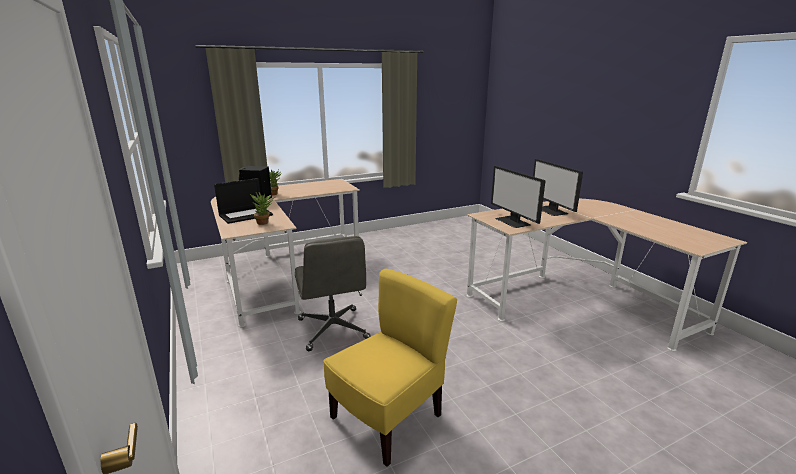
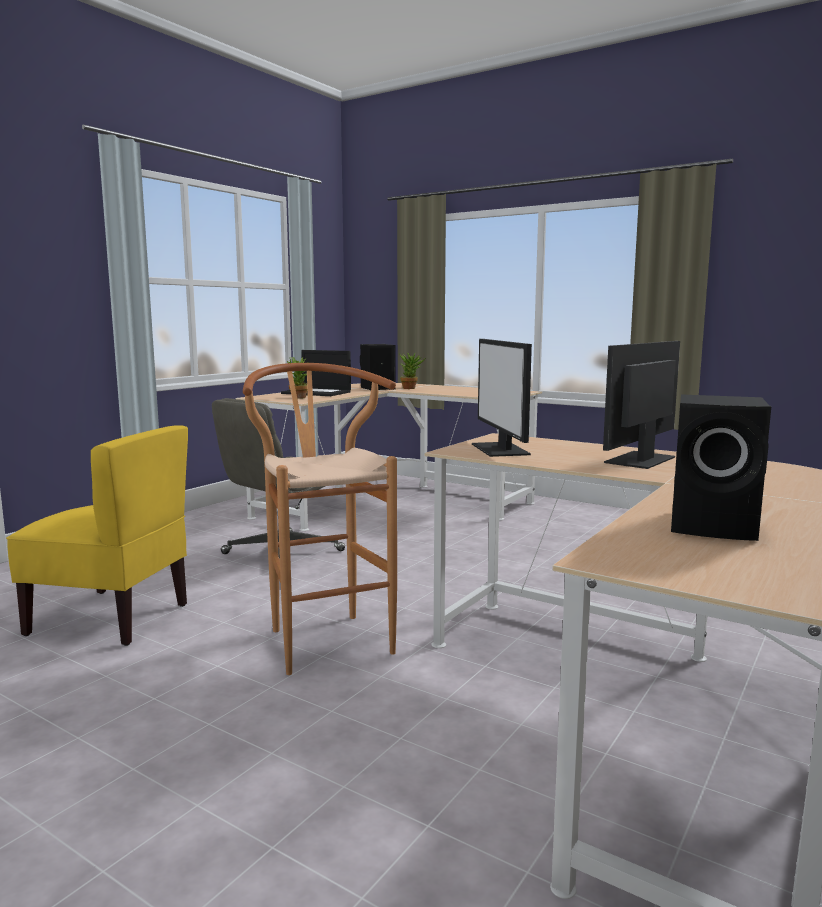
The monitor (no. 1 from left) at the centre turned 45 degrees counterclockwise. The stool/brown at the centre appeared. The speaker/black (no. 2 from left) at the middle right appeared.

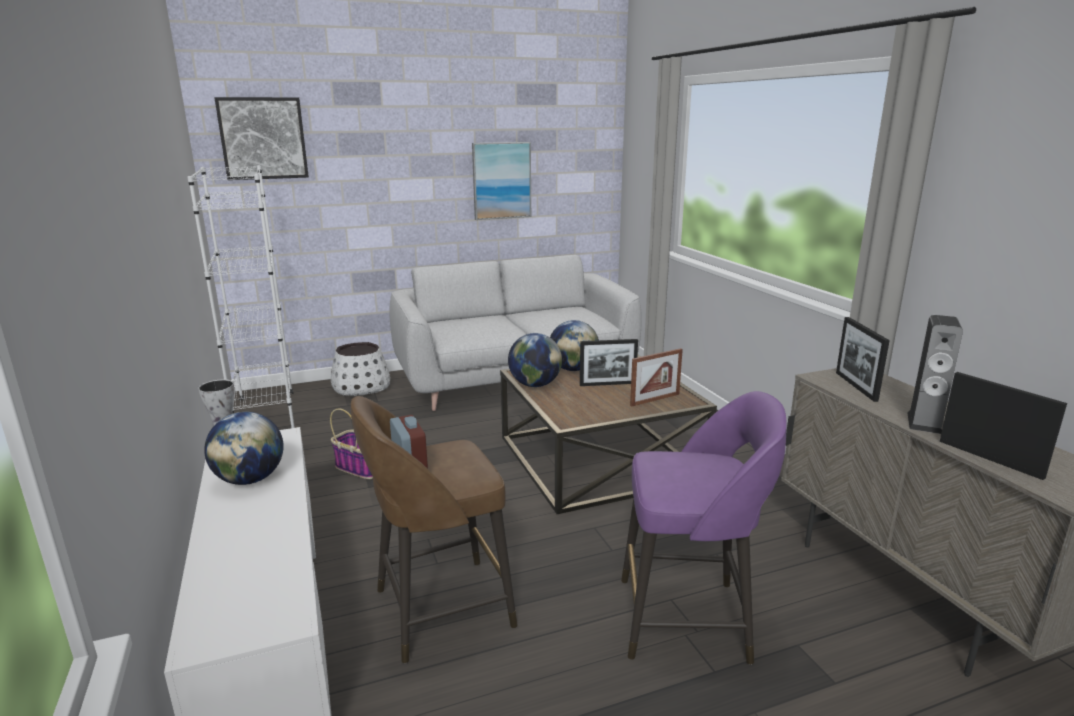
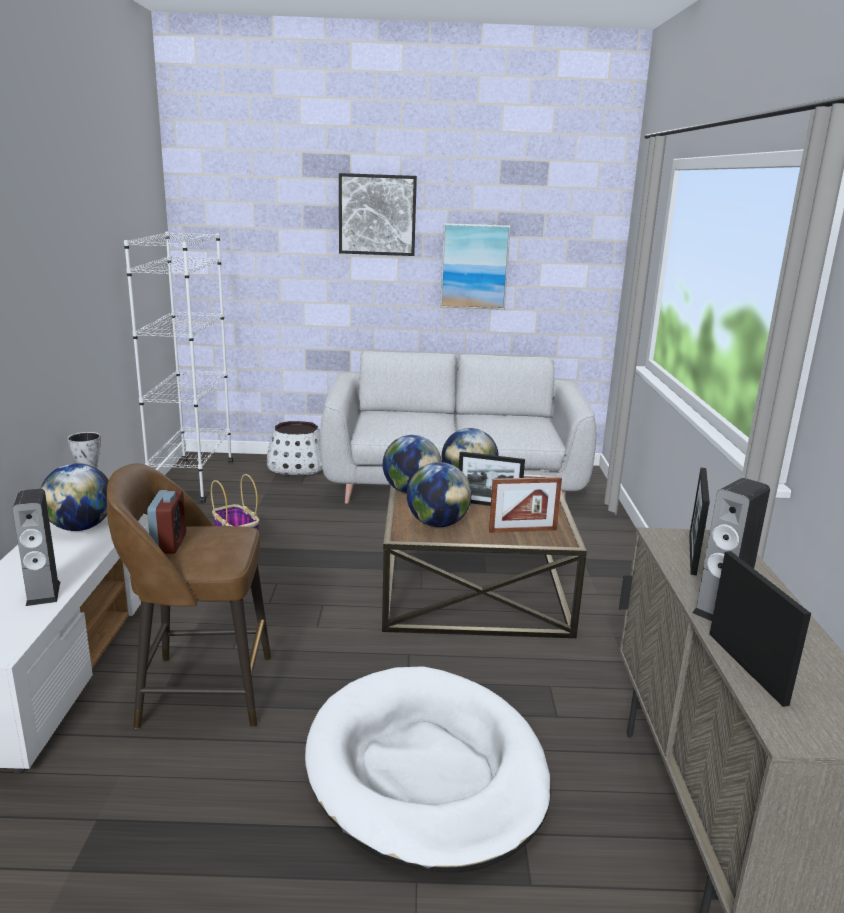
The picture (no. 1 from left) moved from the top left to the top centre. The stool/purple at the bottom centre was replaced by the dog bed/white at the bottom centre. The globe (no. 3 from left) at the centre appeared. The speaker (no. 1 from left) at the middle left appeared.

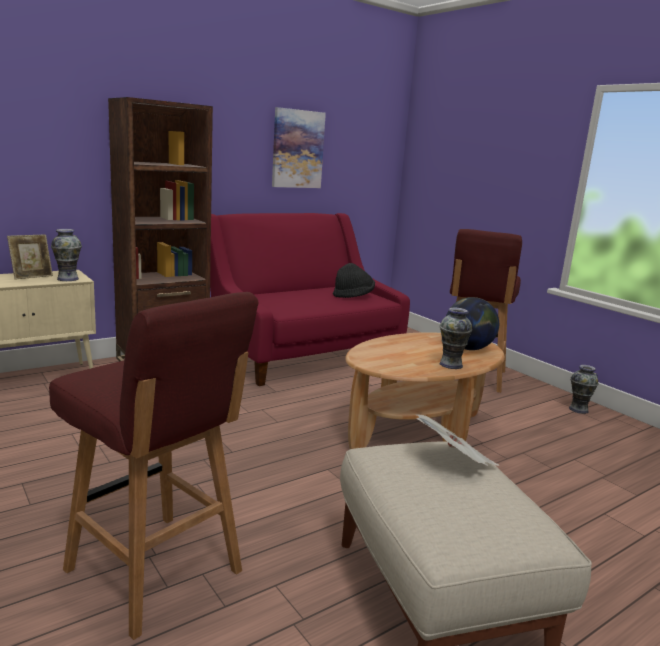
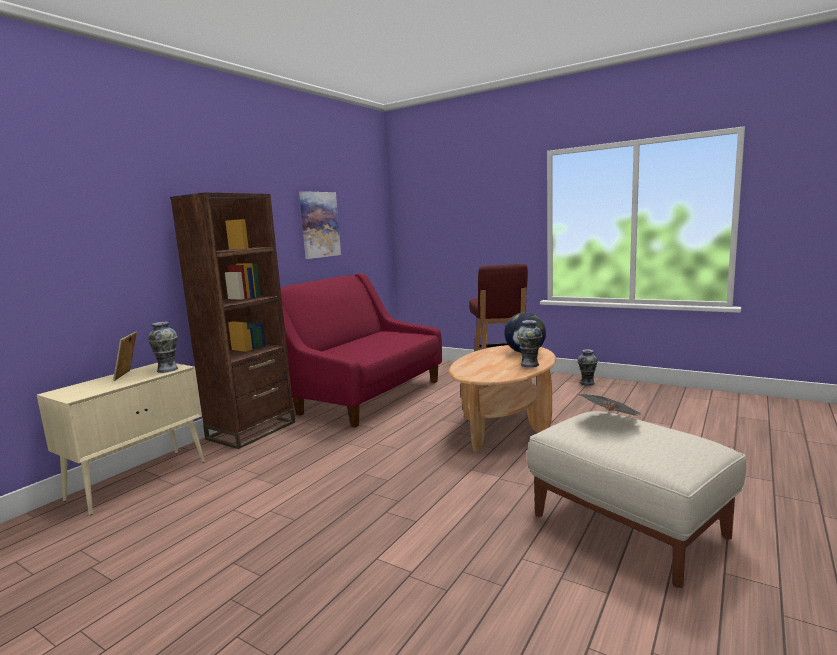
The picture frame at the middle left turned 150 degrees clockwise. The hat/black at the centre disappeared. The stool/red (no. 1 from left) at the bottom left disappeared.

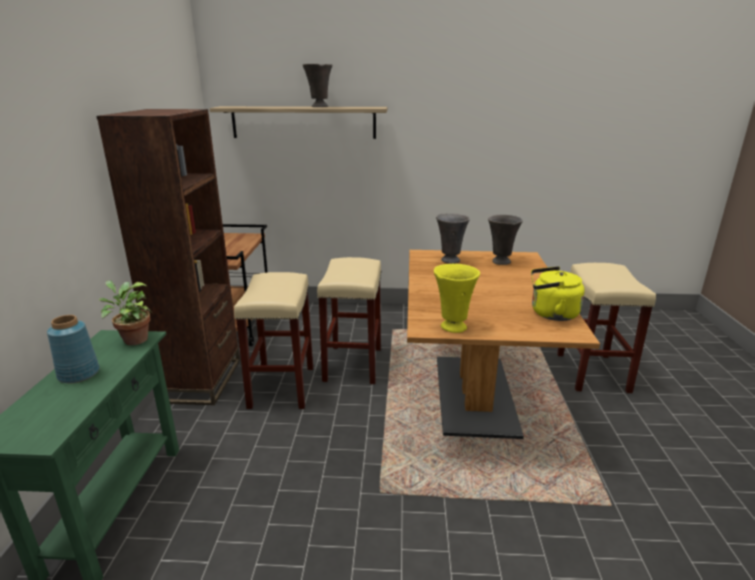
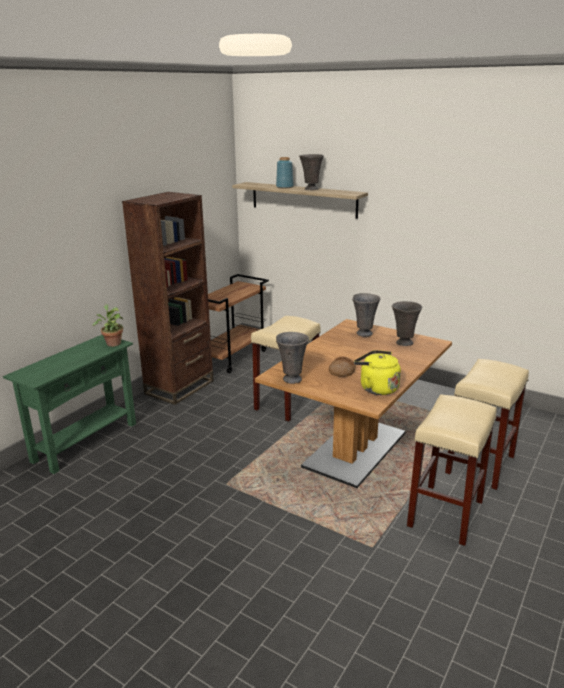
The vase/yellow at the centre became the vase/grey (no. 1 from left) at the centre. The stool/beige (no. 1 from left in the first image) moved from the centre to the bottom right. The vase/blue moved from the middle left to the top centre. The bread at the centre appeared.

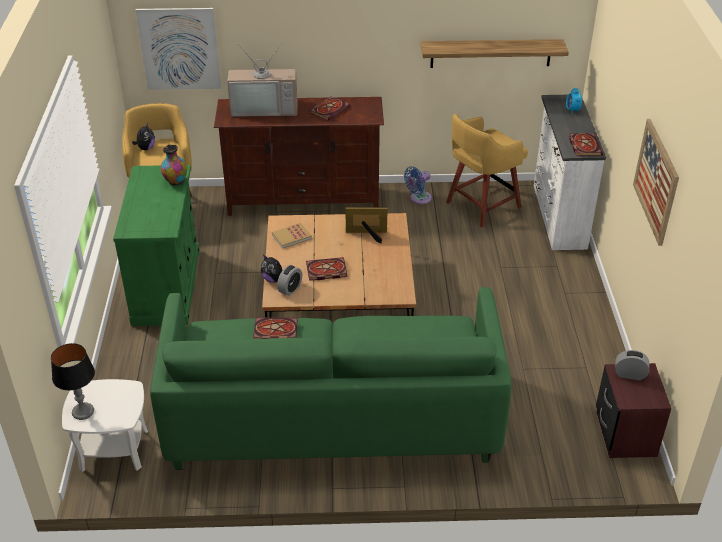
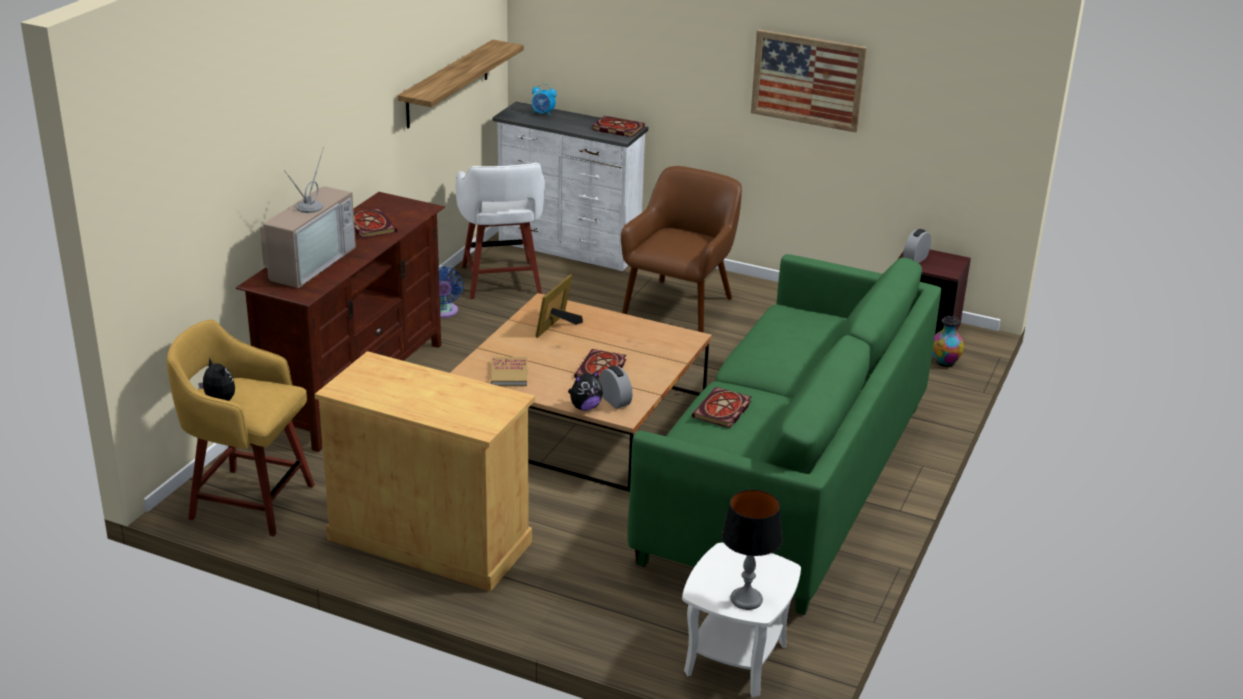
The picture (no. 1 from left) at the top left disappeared. The stool/yellow (no. 2 from left) at the top right became the stool/white at the top centre. The vase moved from the top left to the middle right. The cabinet/green at the middle left became the cabinet/beige at the bottom centre. The armchair/brown at the centre appeared.

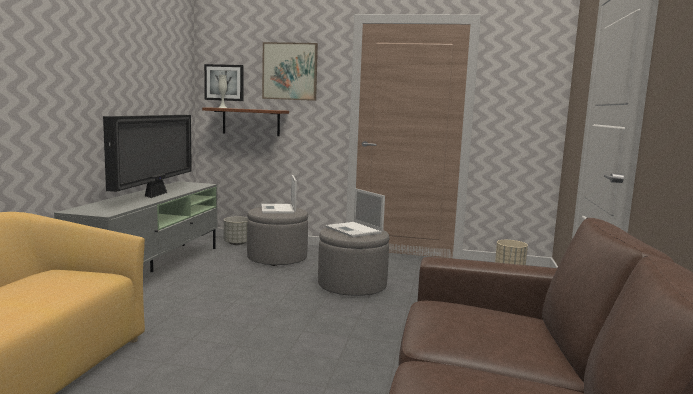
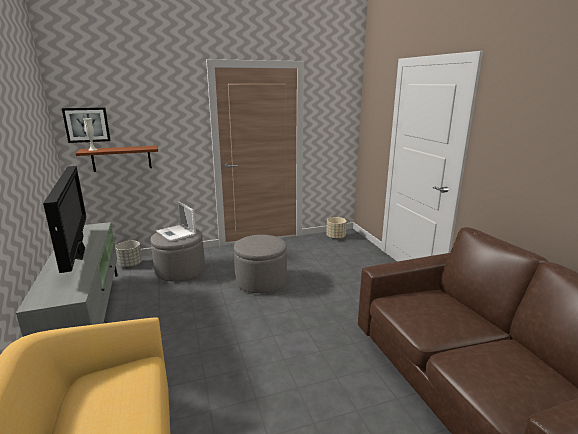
The picture (no. 2 from left) at the top centre disappeared. The laptop (no. 2 from left) at the centre disappeared.

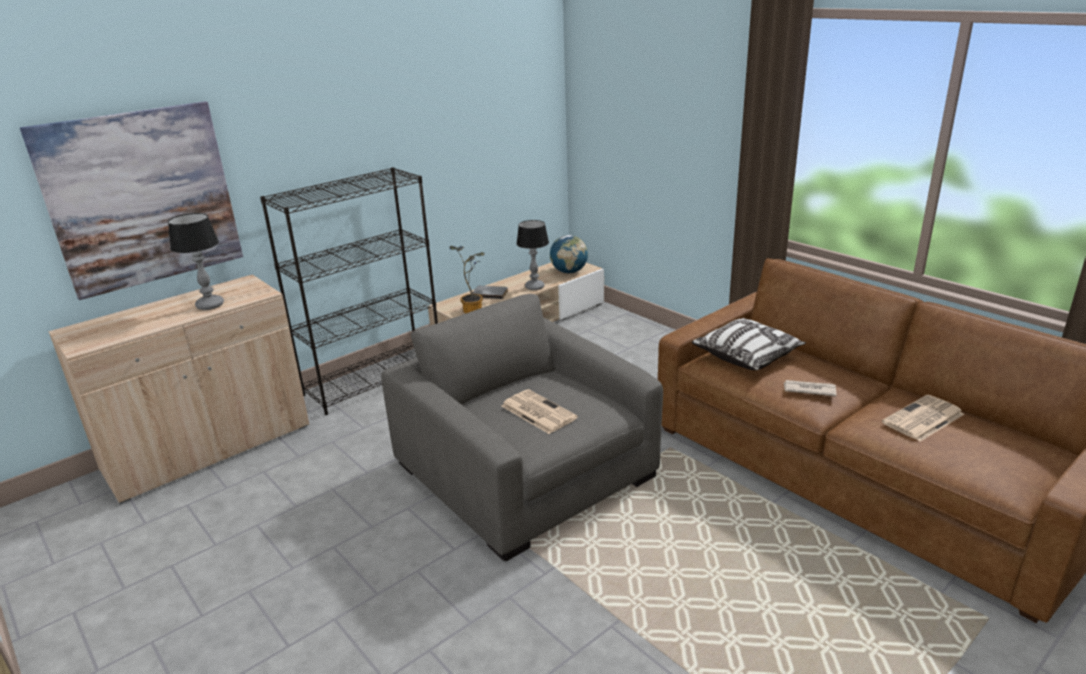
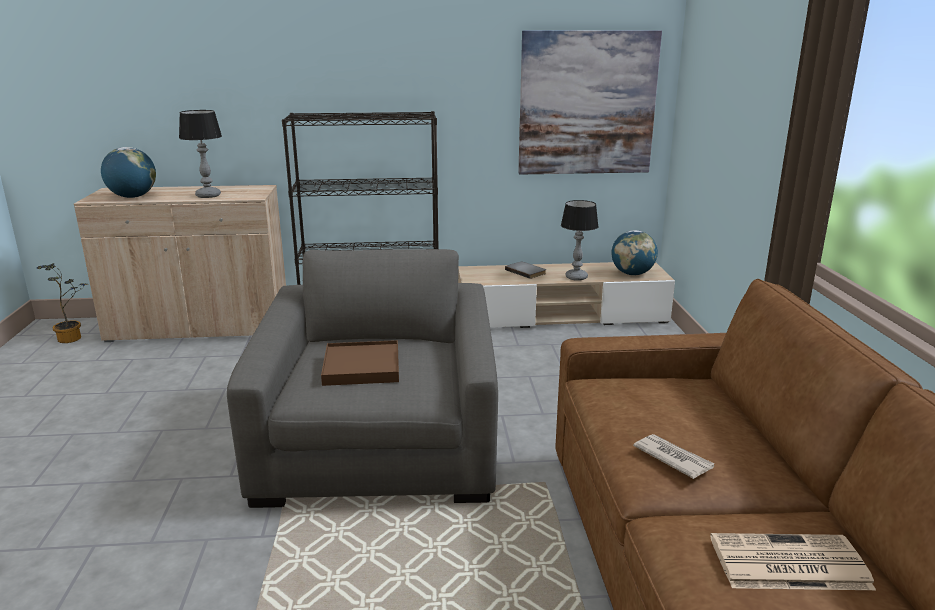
The picture moved from the top left to the top centre. The potted plant moved from the centre to the middle left. The pillow at the middle right disappeared. The newspaper (no. 1 from left) at the centre was replaced by the tray/brown at the centre. The globe (no. 1 from left) at the top left appeared.

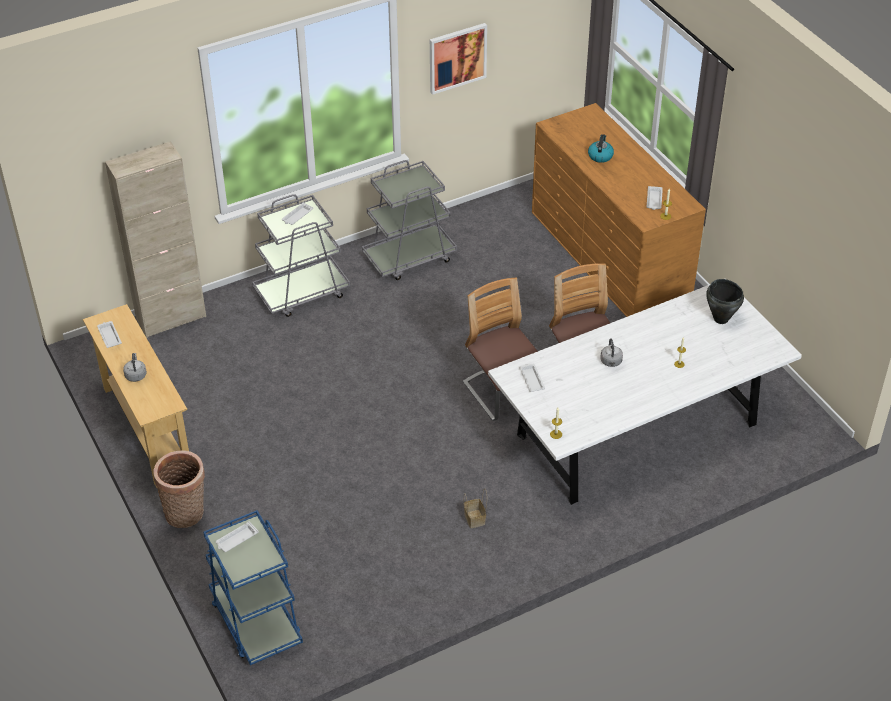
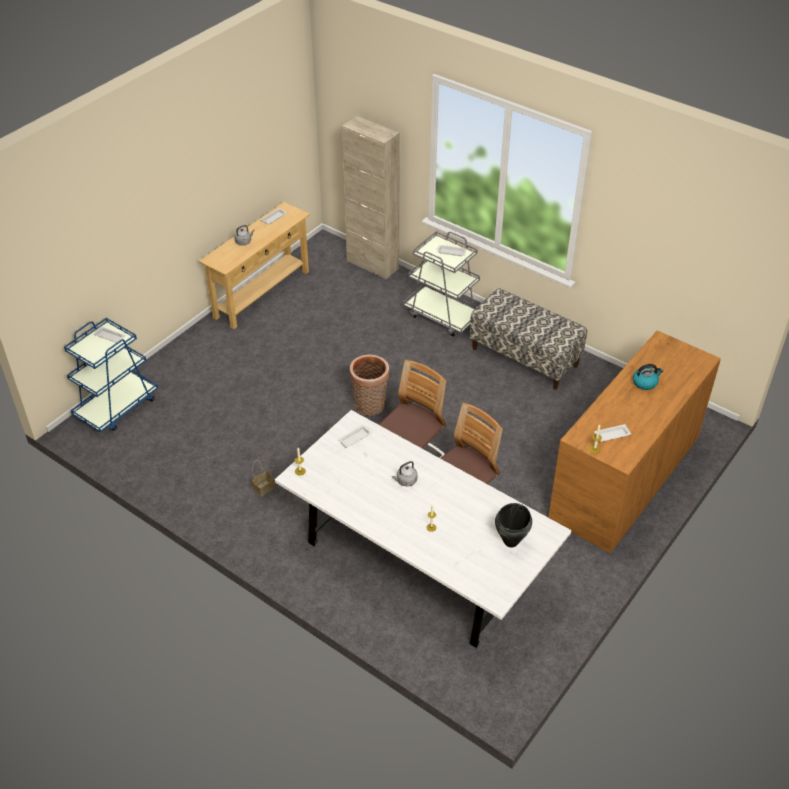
The picture at the top centre disappeared. The cart/grey (no. 2 from left) at the top centre was replaced by the bench at the middle right. The basket (no. 1 from left in the first image) moved from the bottom left to the centre.

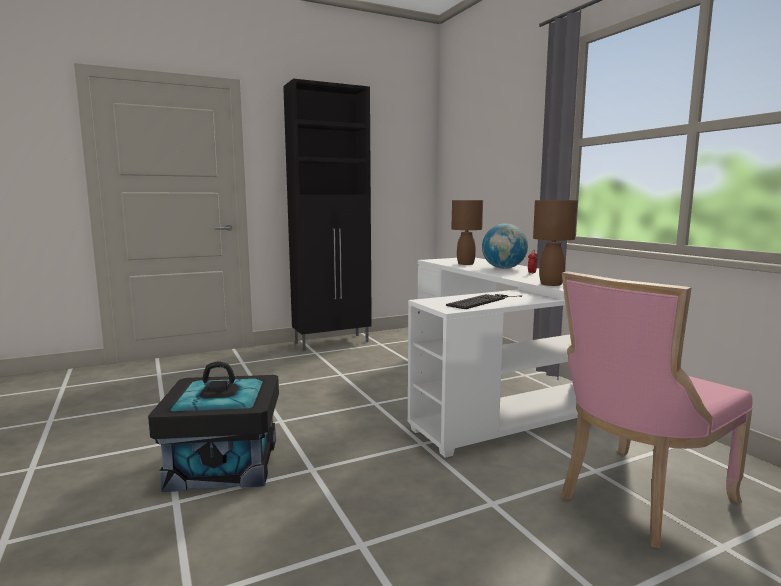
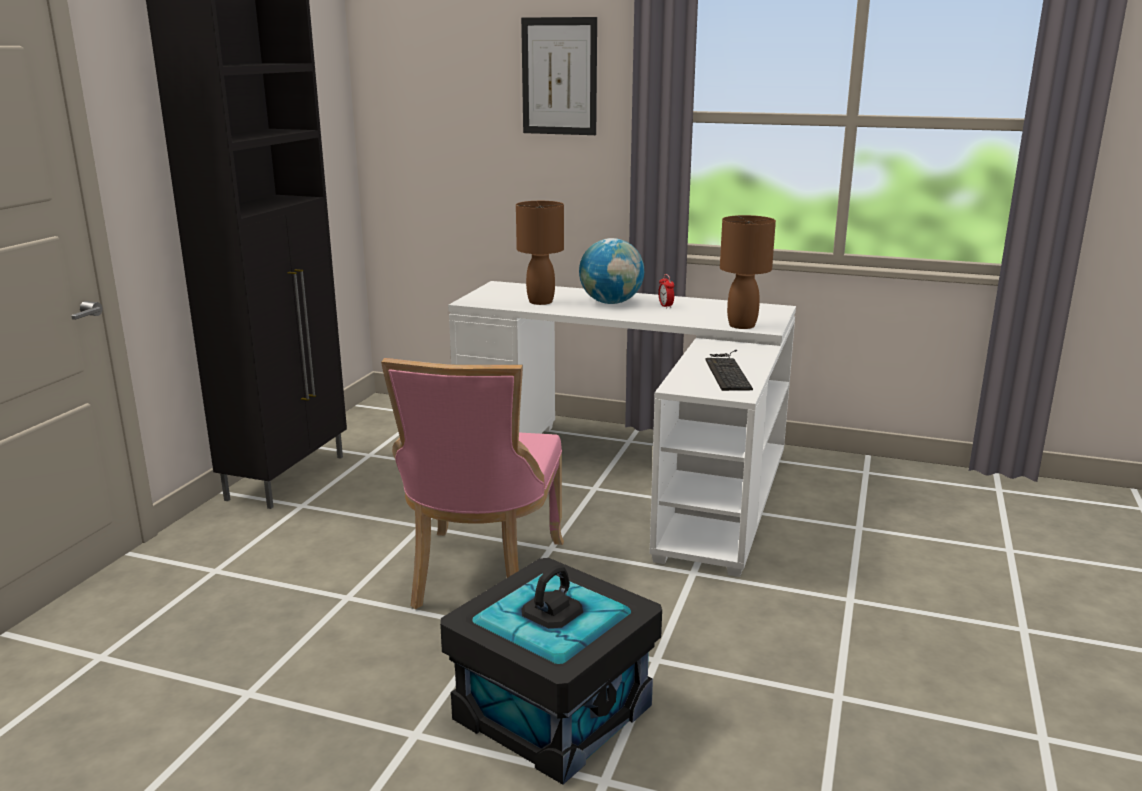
The chair/pink moved from the bottom right to the centre. The picture at the top centre appeared.

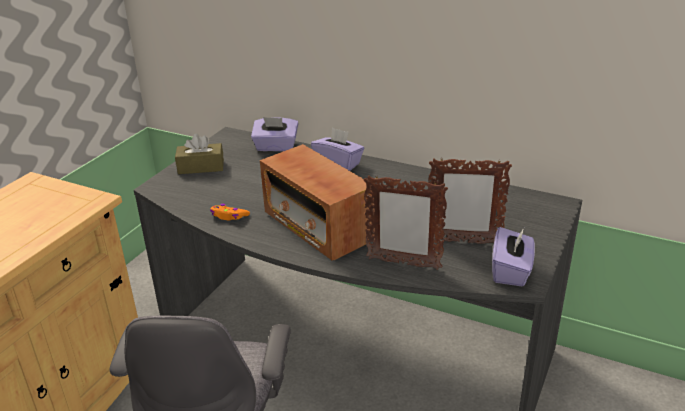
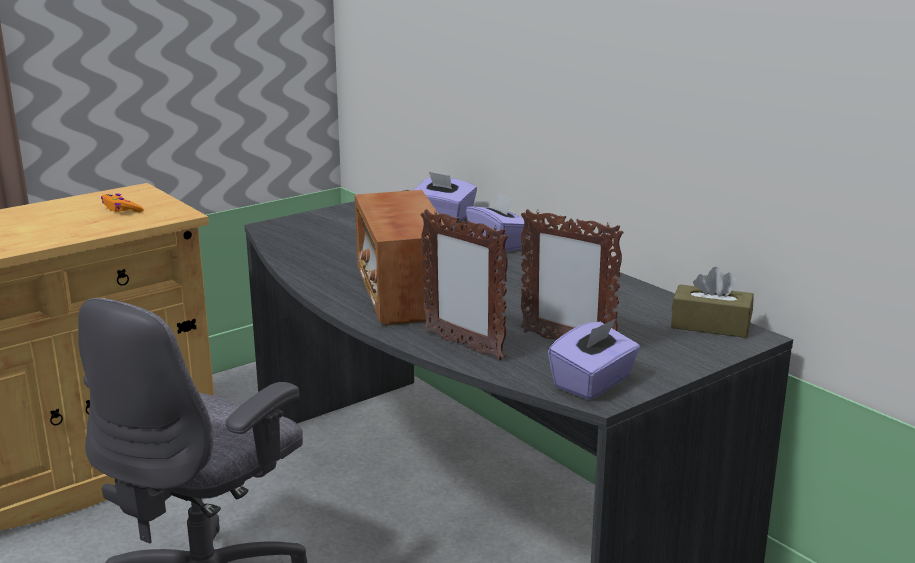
The tissue box/brown moved from the middle left to the middle right. The game controller/orange moved from the centre to the middle left.

